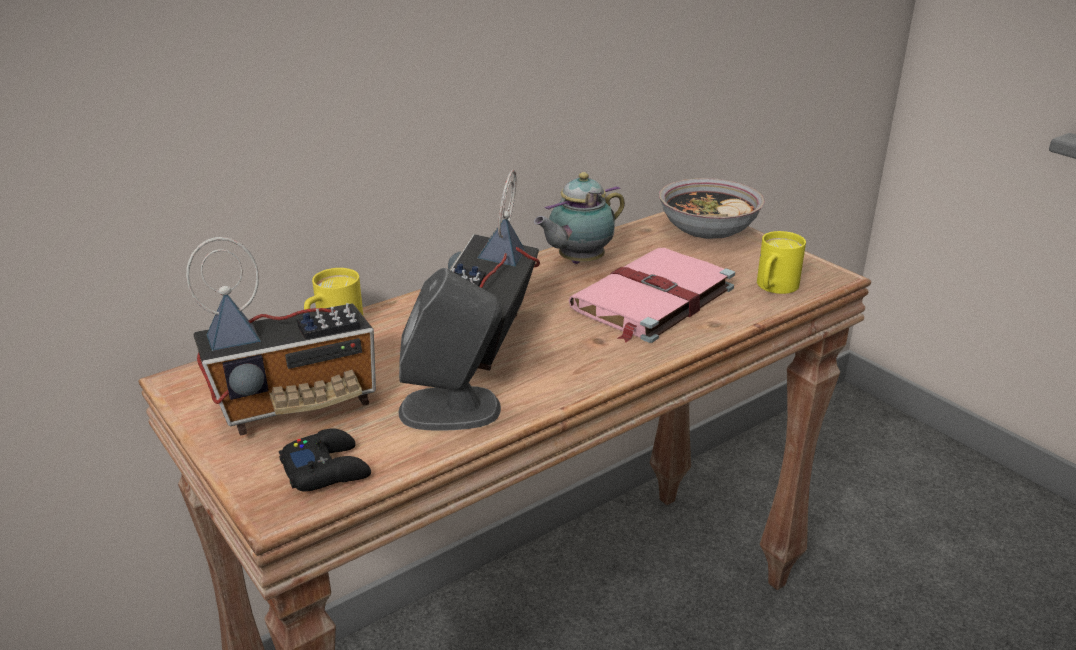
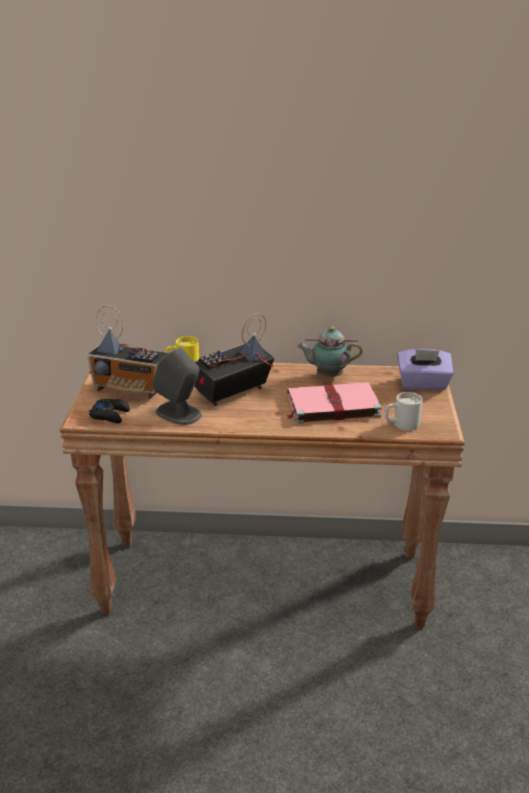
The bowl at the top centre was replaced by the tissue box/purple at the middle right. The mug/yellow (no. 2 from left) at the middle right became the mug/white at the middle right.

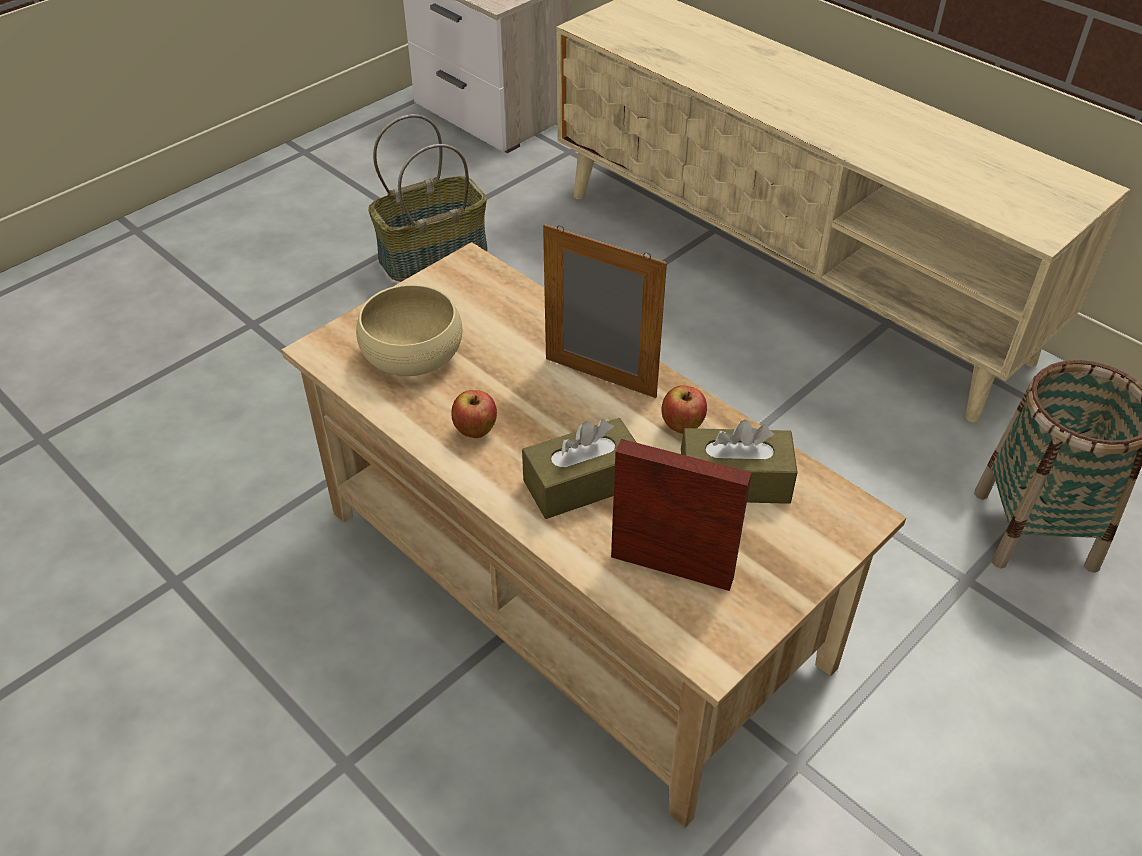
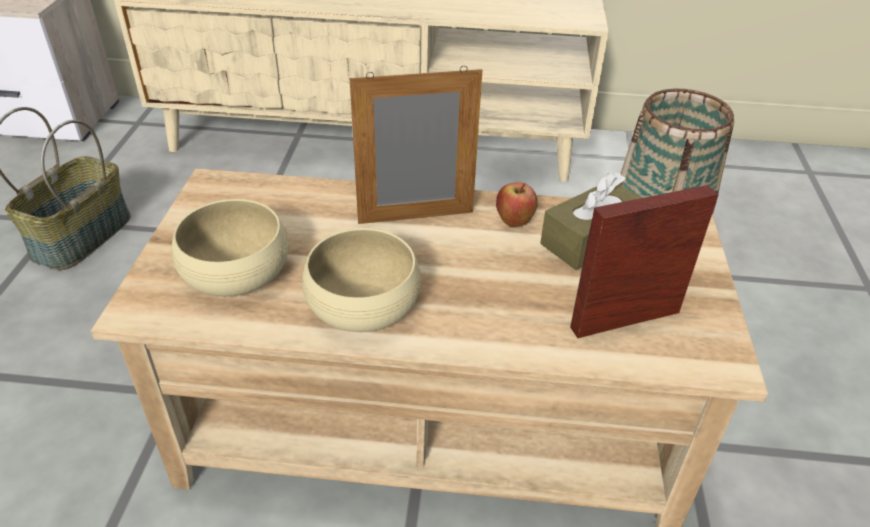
The apple (no. 1 from left) at the centre was replaced by the bowl/beige (no. 2 from left) at the centre. The tissue box/brown (no. 1 from left) at the centre disappeared.

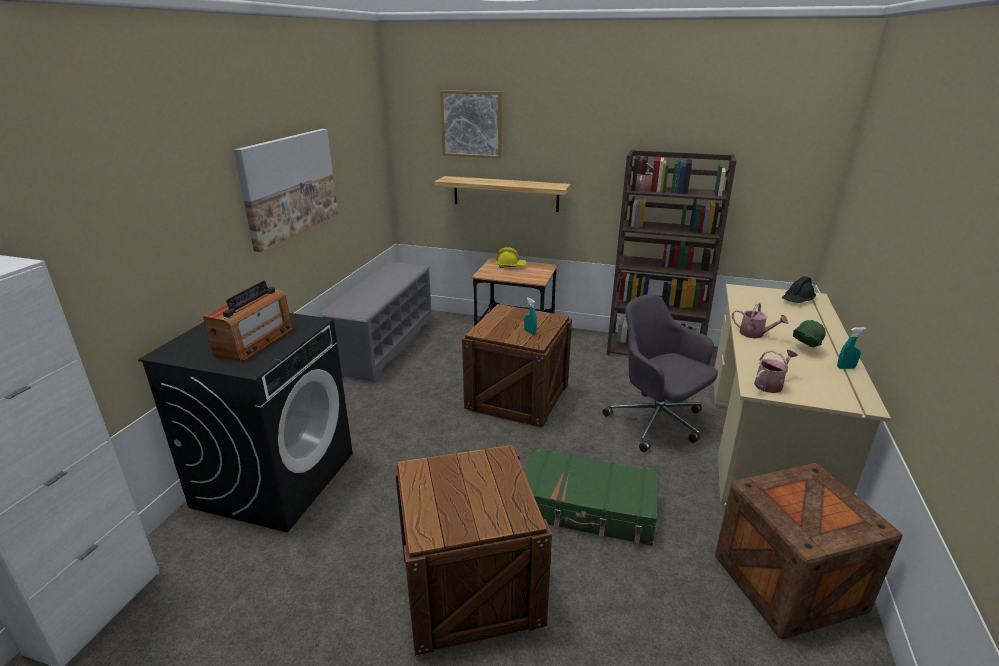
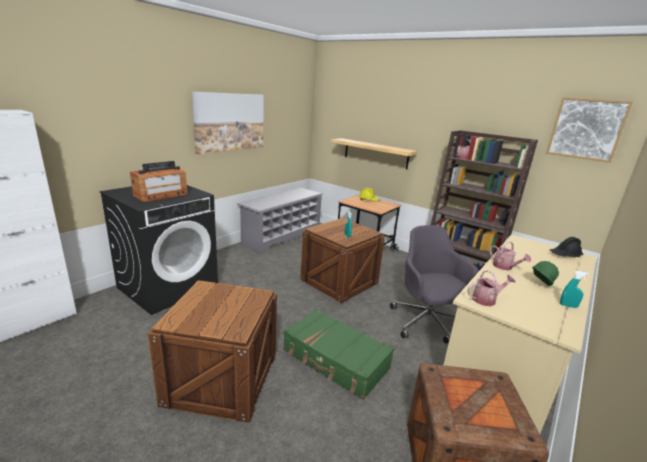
The picture (no. 2 from left) moved from the top centre to the top right.

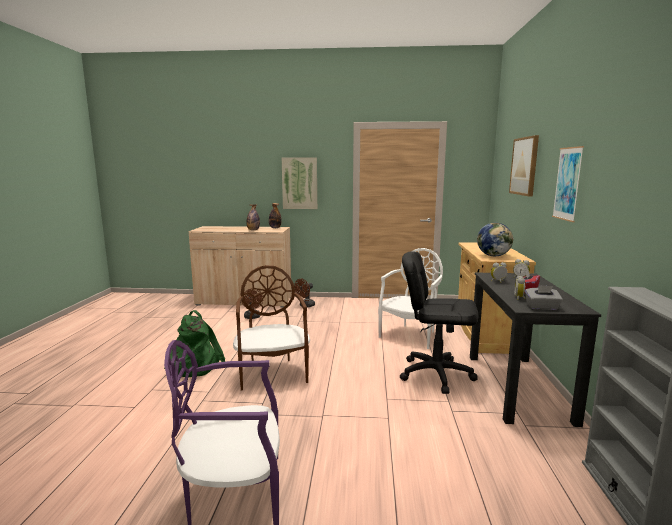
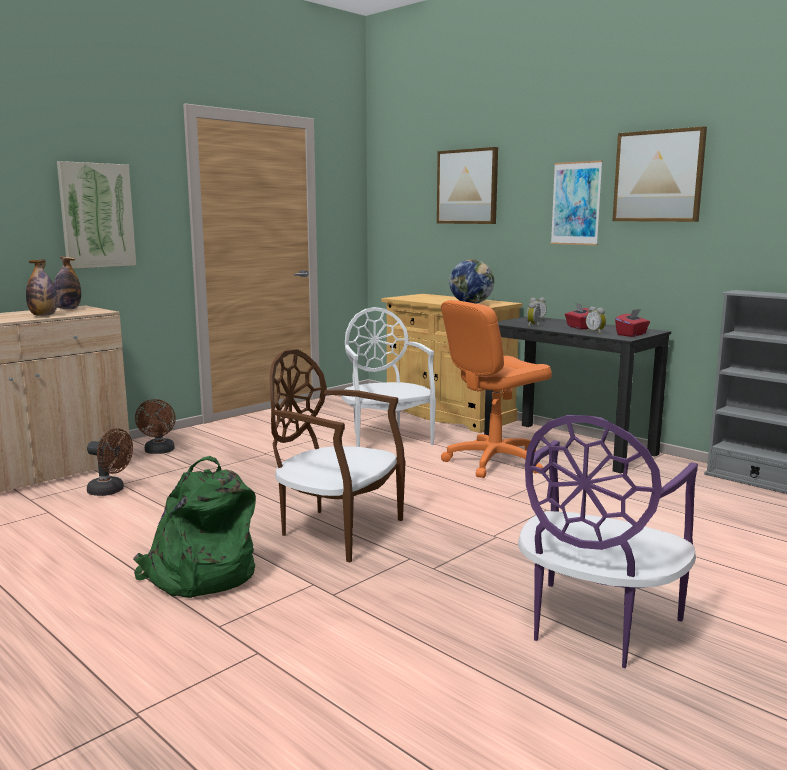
The office chair/black at the centre became the office chair/orange at the centre. The tissue box/grey at the middle right became the tissue box/red (no. 2 from left) at the middle right. The picture (no. 4 from left) at the top right appeared.

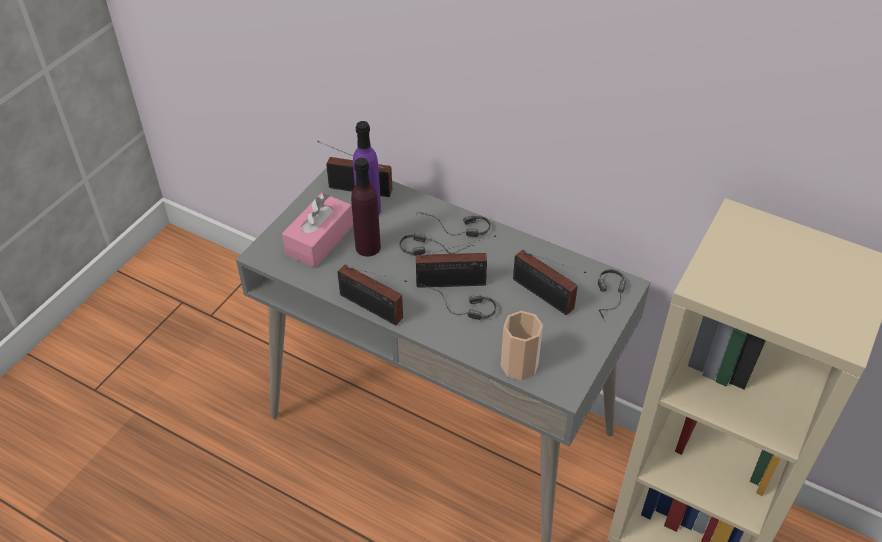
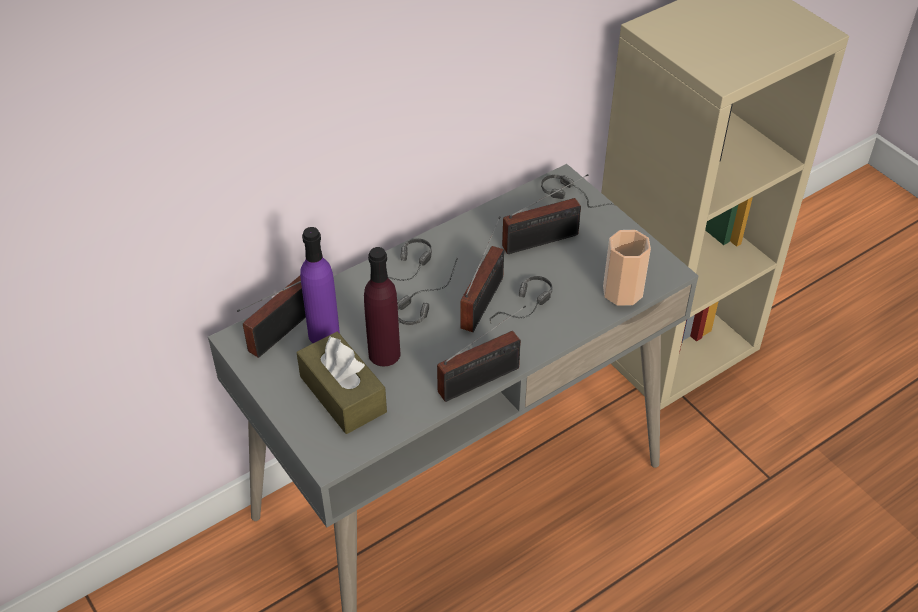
The tissue box/pink at the centre became the tissue box/brown at the centre.

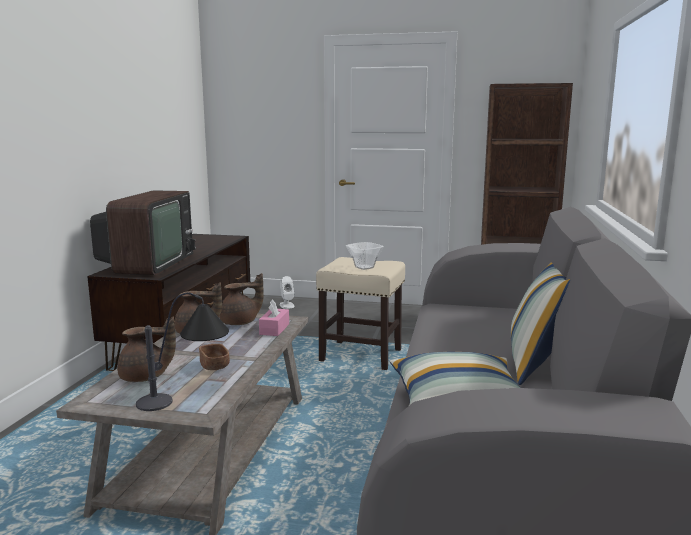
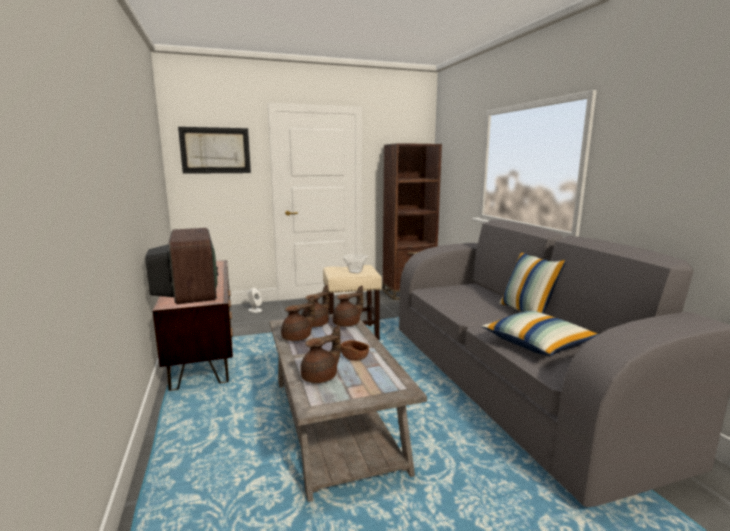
The table lamp at the middle left disappeared. The tissue box/pink at the centre was replaced by the teapot/brown (no. 4 from left) at the centre. The picture at the top left appeared.

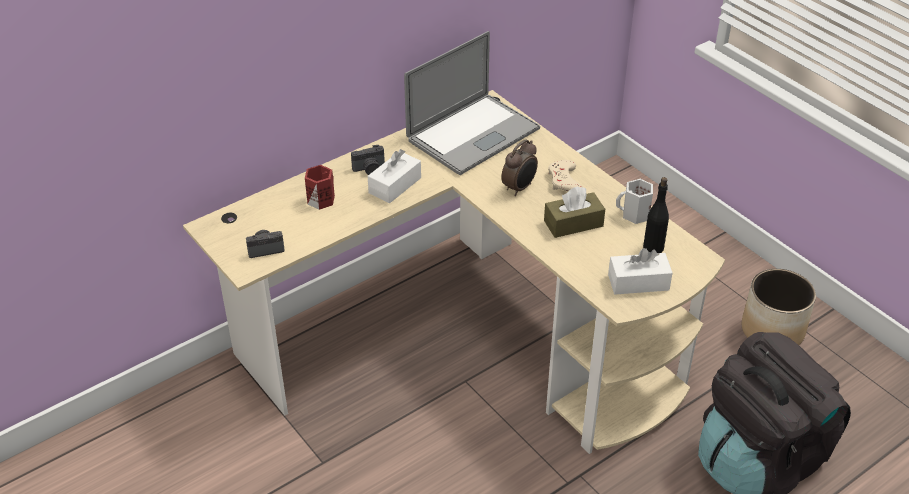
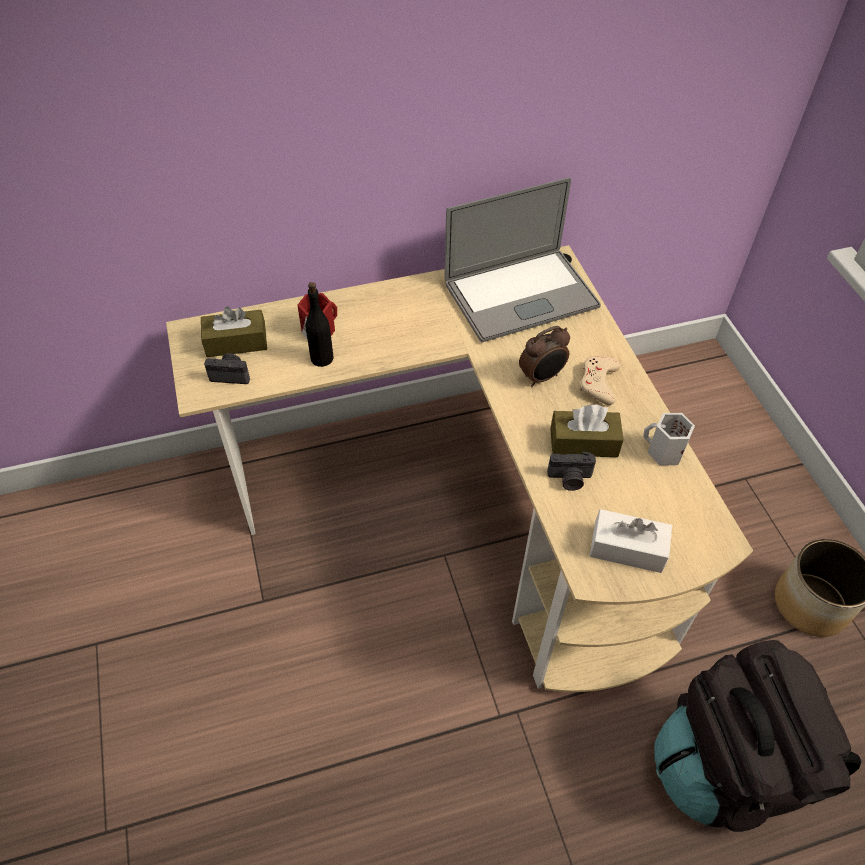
The photo camera (no. 2 from left) moved from the top centre to the centre. The tissue box/white (no. 1 from left) at the centre disappeared. The bottle/black moved from the middle right to the centre. The tissue box/brown (no. 1 from left) at the middle left appeared.

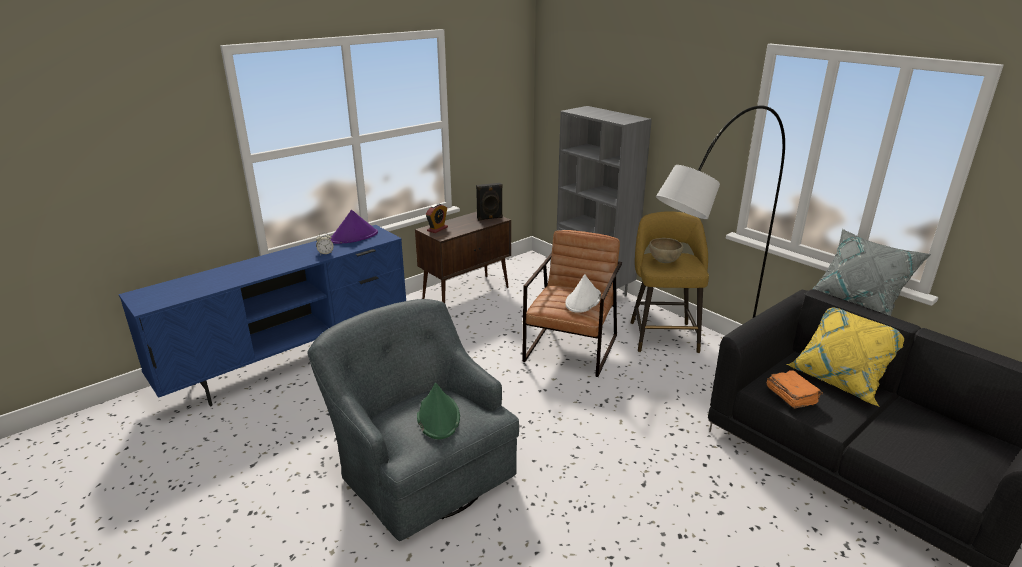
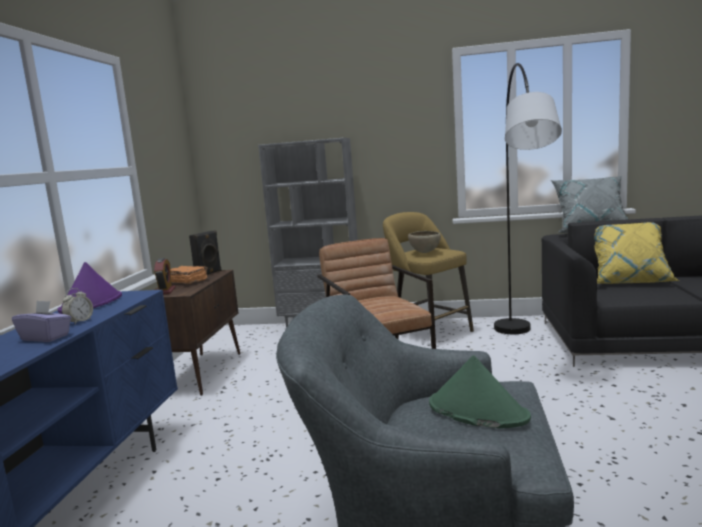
The hat/white at the centre disappeared. The book/orange moved from the bottom right to the middle left. The tissue box/purple at the middle left appeared.

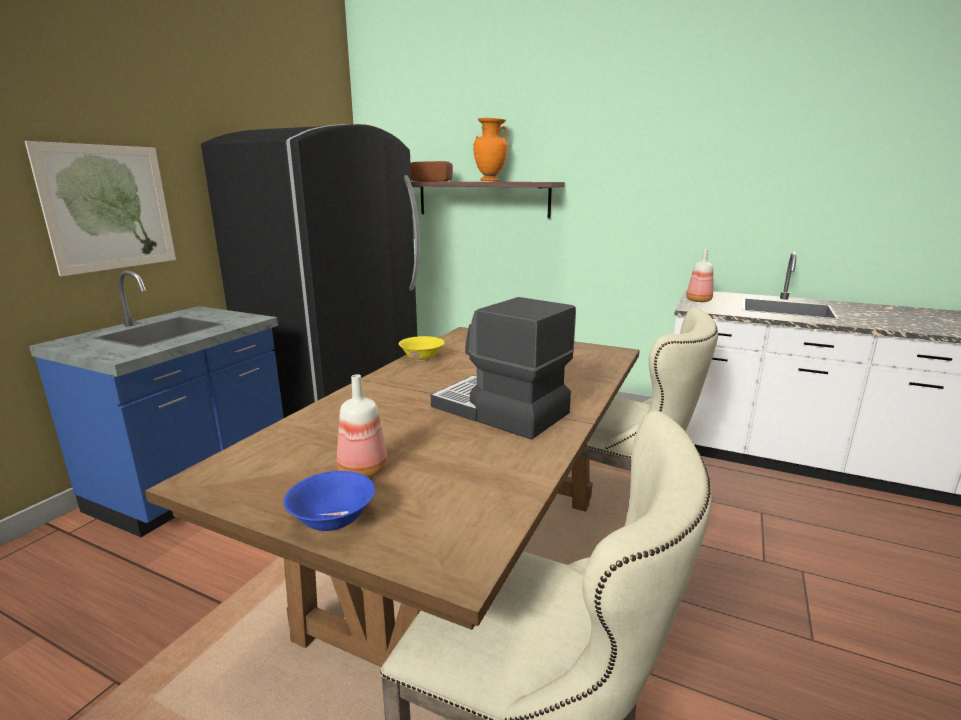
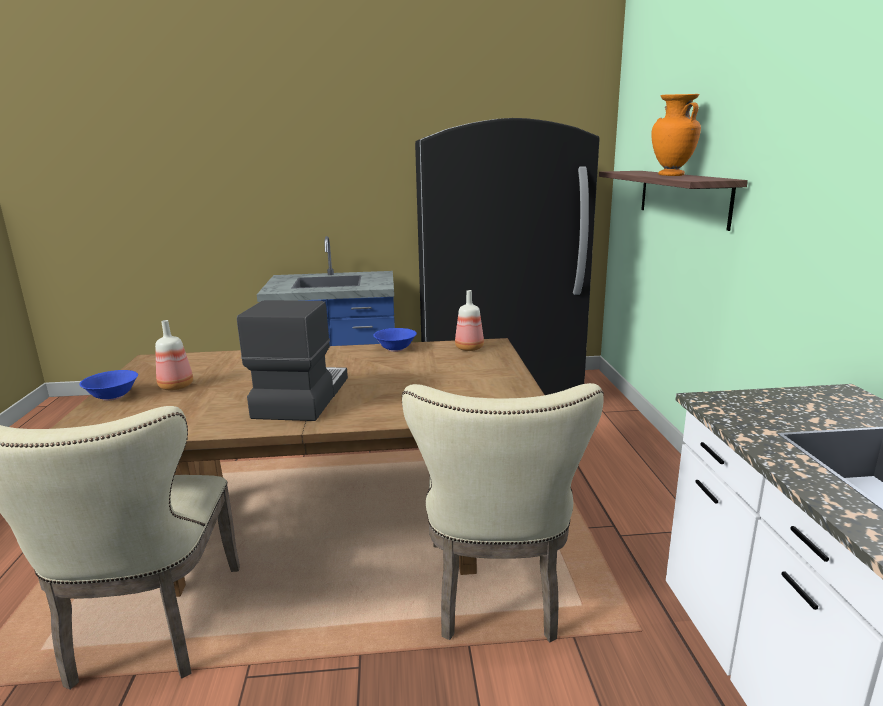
The picture at the top left disappeared. The bread at the top centre disappeared. The bottle (no. 2 from left) moved from the middle right to the centre. The bowl/yellow at the centre became the bowl/blue (no. 2 from left) at the centre.

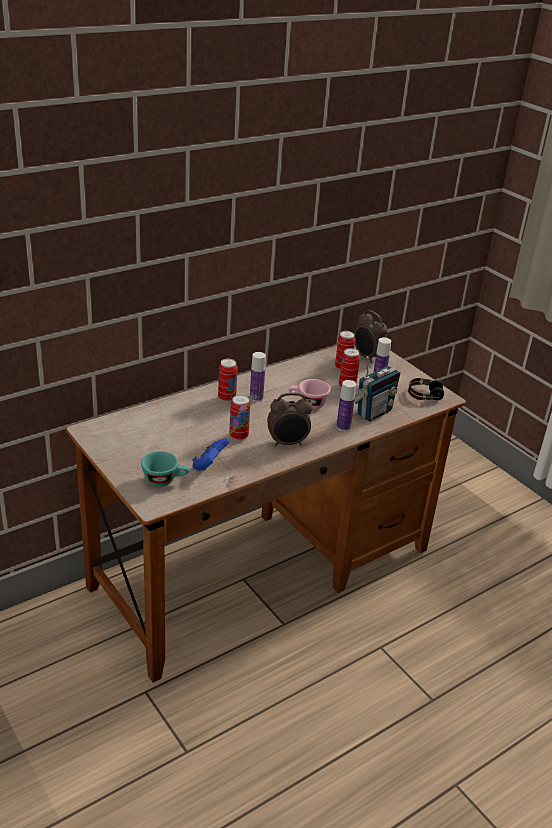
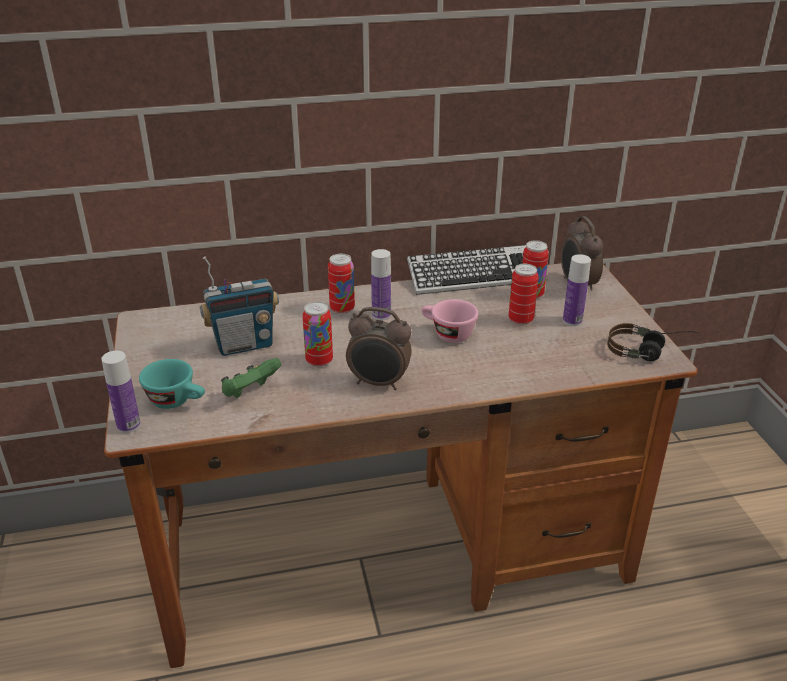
The radio moved from the middle right to the middle left. The bottle (no. 2 from left in the first image) moved from the centre to the middle left. The game controller/blue at the centre became the game controller/green at the middle left. The keyboard at the centre appeared.

